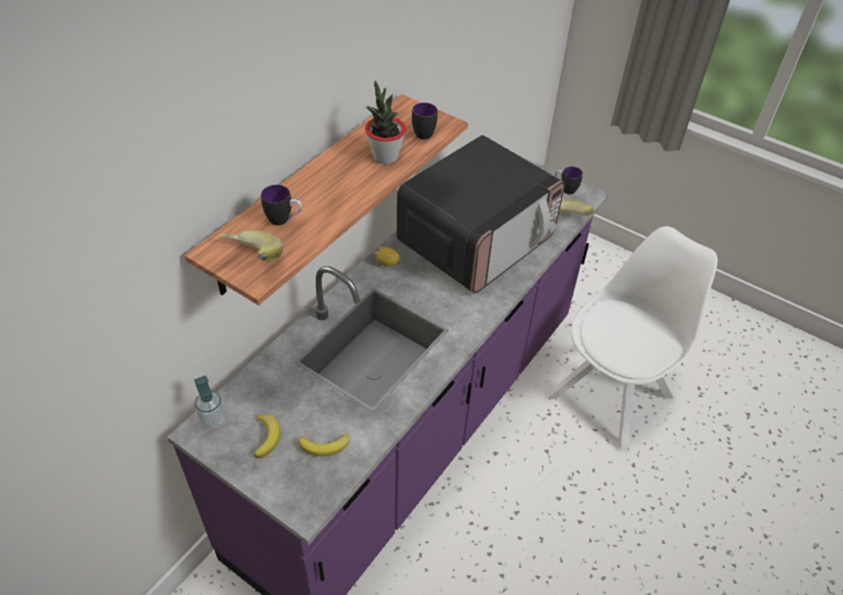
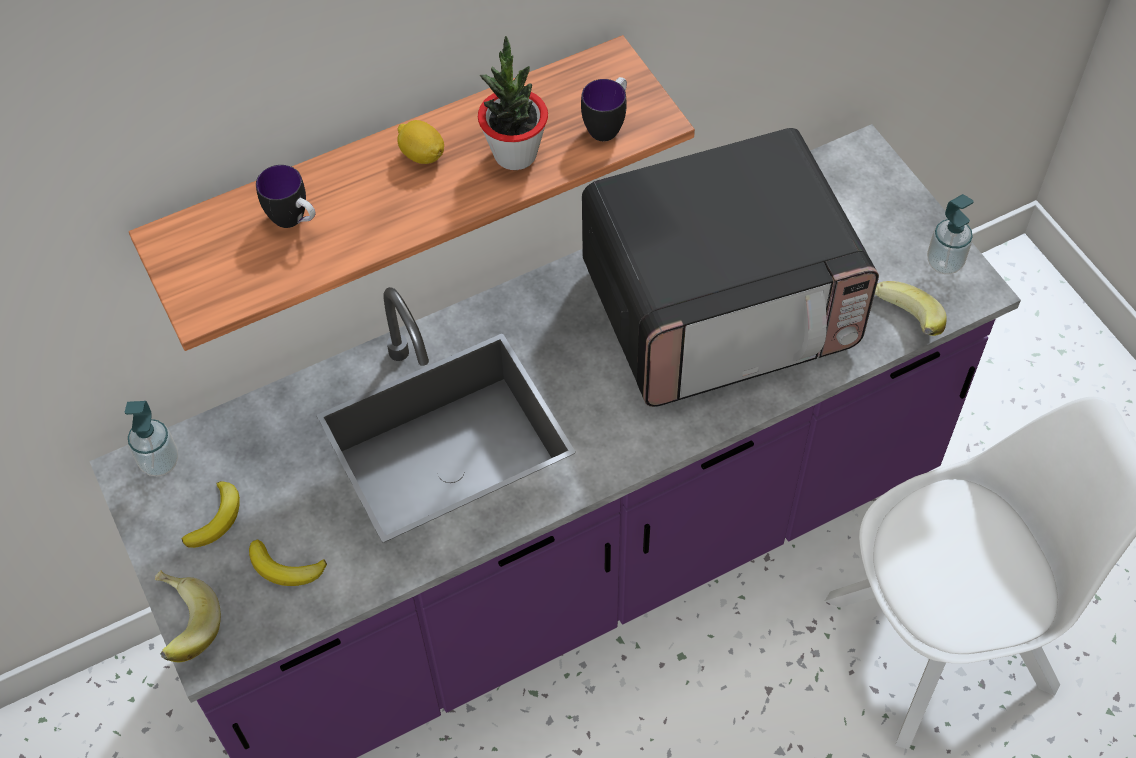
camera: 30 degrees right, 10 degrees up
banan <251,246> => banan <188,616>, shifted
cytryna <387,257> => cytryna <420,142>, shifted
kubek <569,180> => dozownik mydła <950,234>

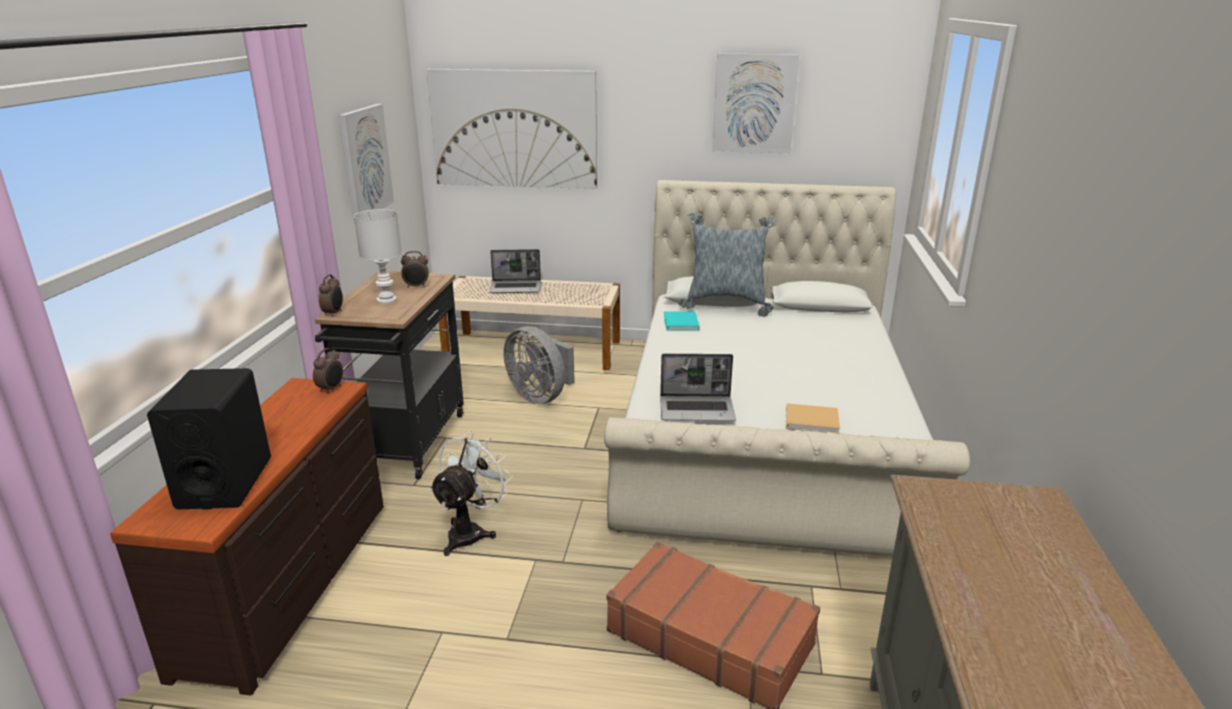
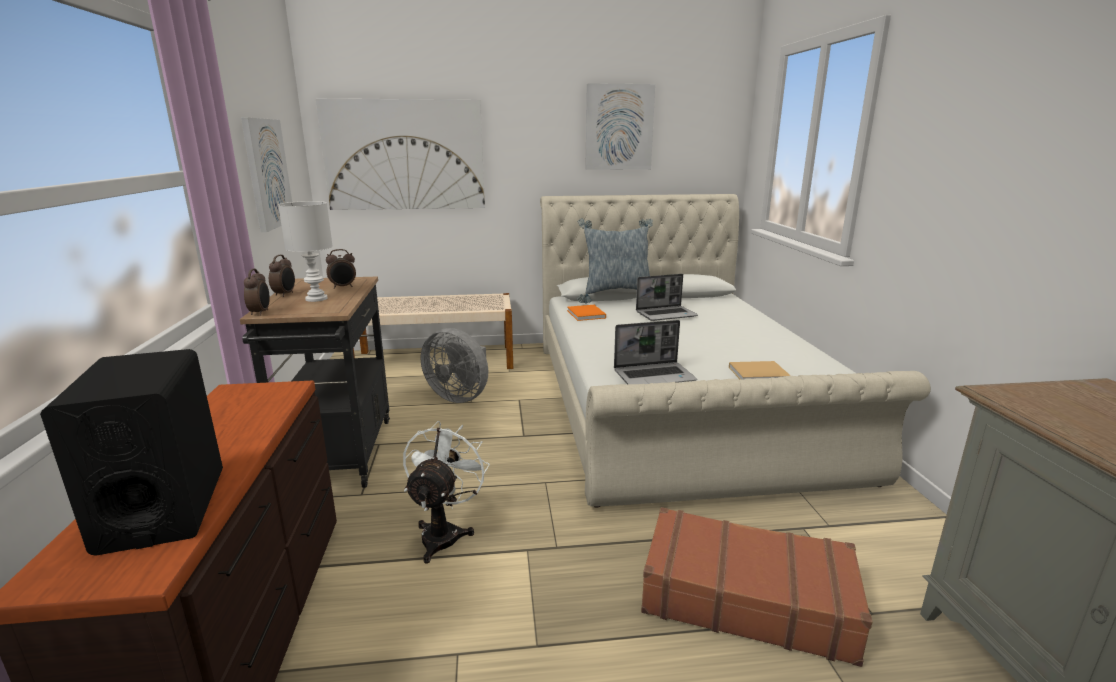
camera: 15 degrees left, 5 degrees down
budzik <328,371> => budzik <282,276>, shifted
laptop <515,271> => laptop <667,297>, shifted
książka [turkusowy] <682,321> => książka [pomarańczowy] <586,313>

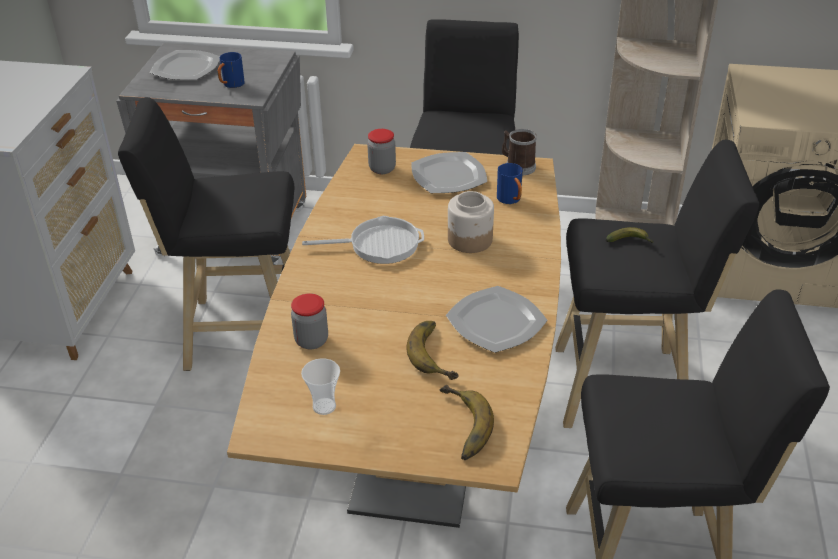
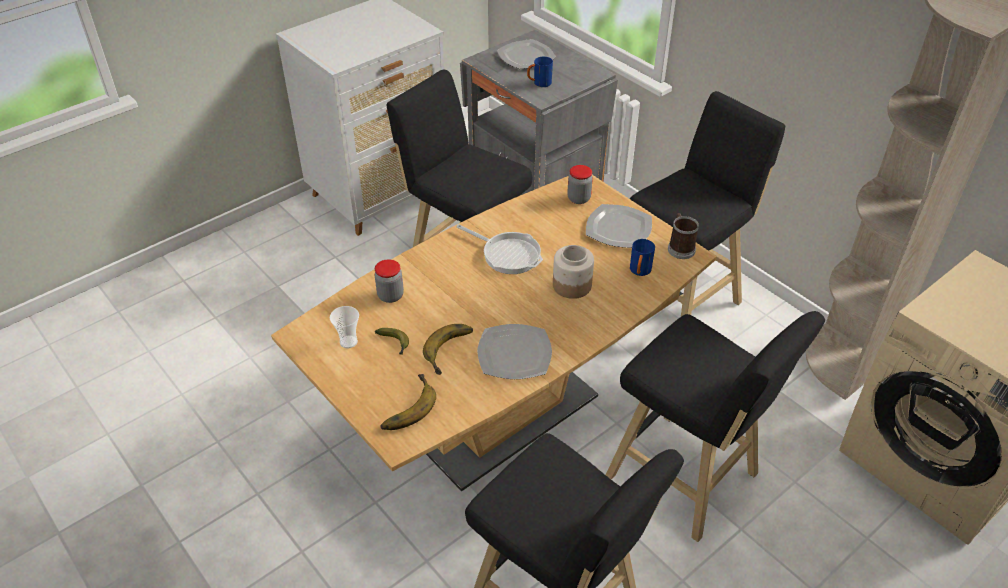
camera: 40 degrees right, 5 degrees up
banan <630,235> => banan <392,341>, shifted

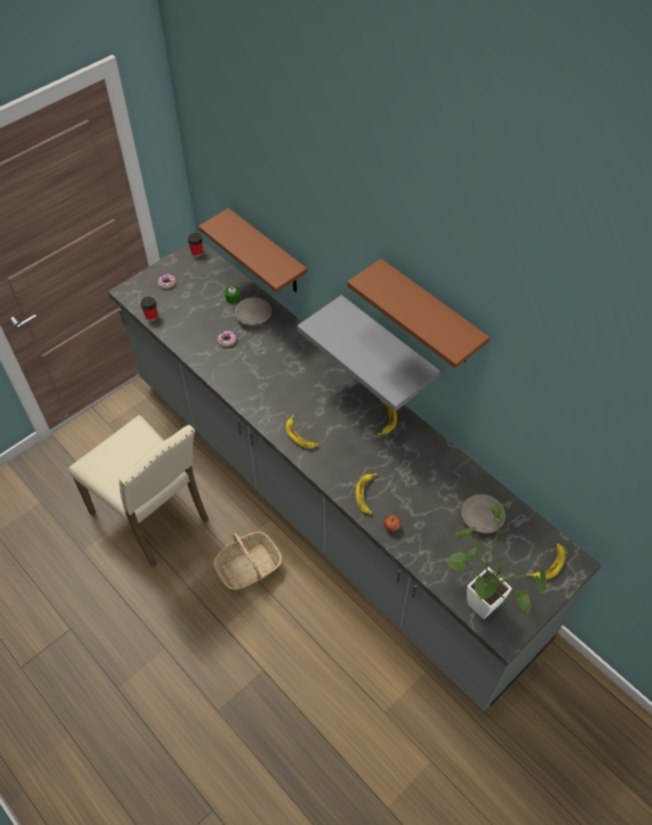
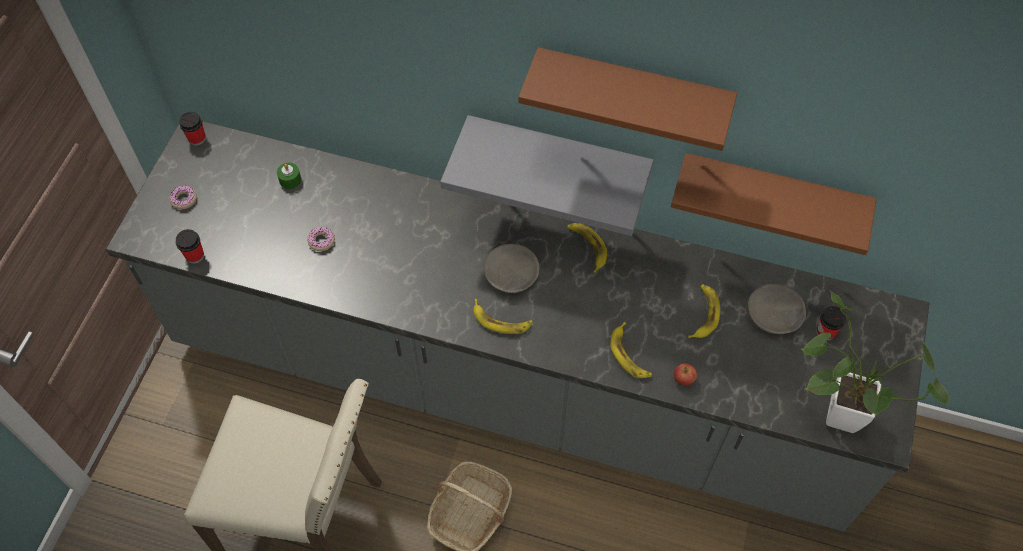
camera: 30 degrees left, 5 degrees up
półka [brązowy] <252,250> => półka [brązowy] <774,204>, shifted
miska [szary] <253,311> => miska [szary] <511,268>, shifted
banan <546,561> => banan <704,311>, shifted
nothing => filiżanka <831,323>

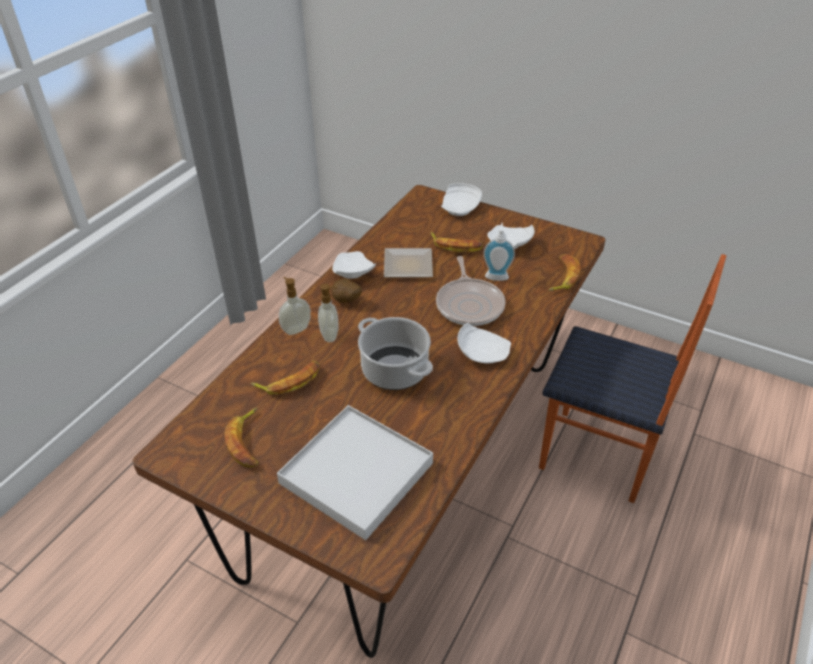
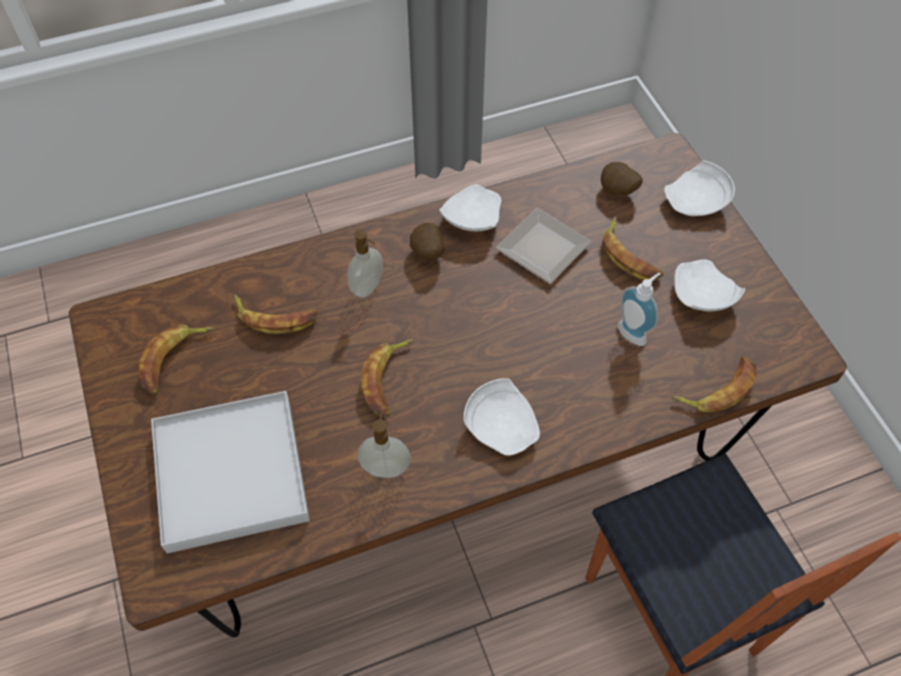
camera: 40 degrees right, 15 degrees up
dozownik mydła <295,306> => dozownik mydła <384,444>, shifted
garnek <395,353> => banan <387,378>
patelnia <470,291> => nothing
nothing => ziemniak <622,178>

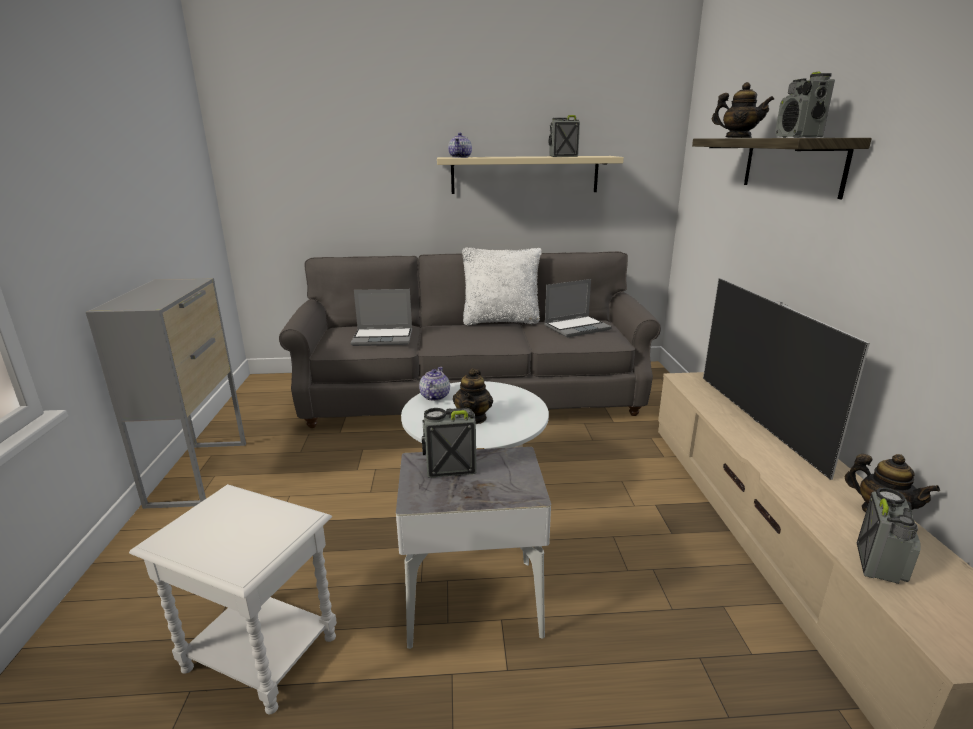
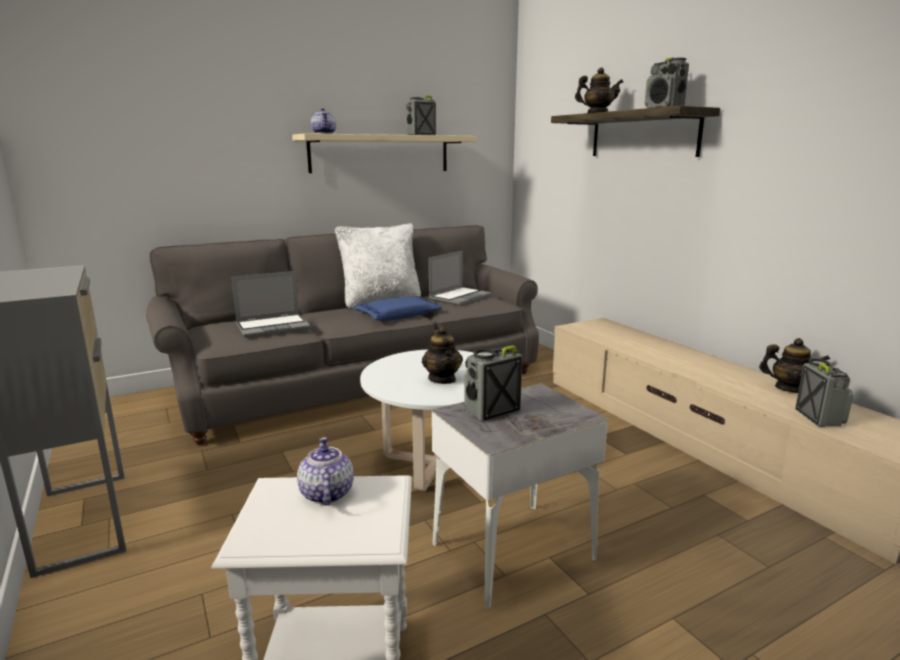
camera: 25 degrees left, 5 degrees down
imbryk <434,384> => imbryk <325,471>, shifted
telewizor <786,379> => nothing
nothing => poduszka [niebieski] <398,308>

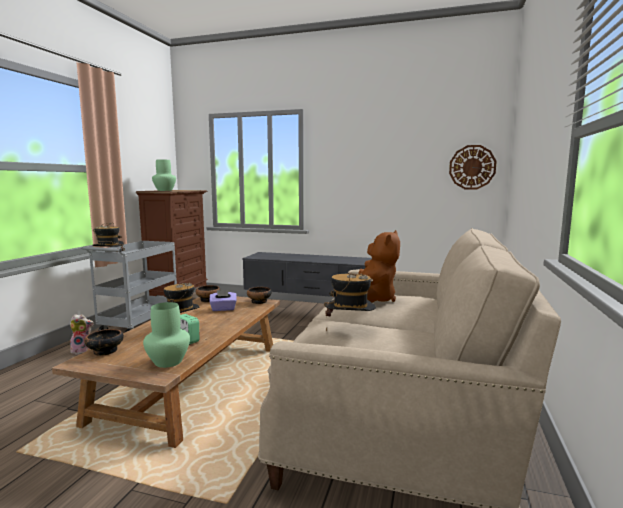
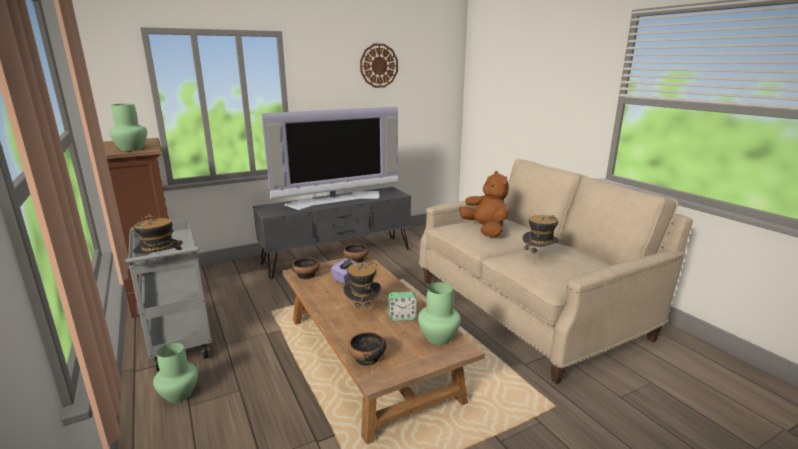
camera: 45 degrees left, 10 degrees up
pluszak <82,334> => wazon [zielony] <175,373>
zegar ścienny <473,167> => zegar ścienny <379,66>, shifted
nothing => telewizor <330,158>

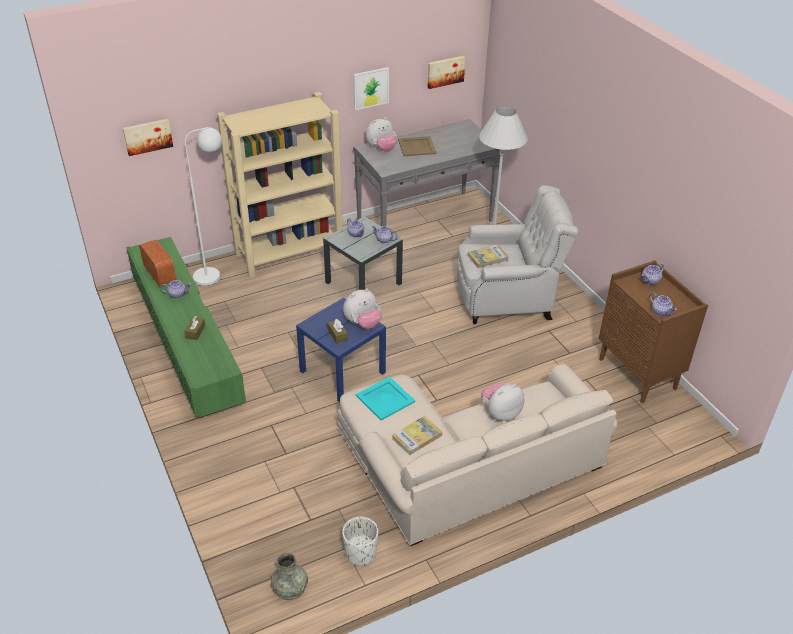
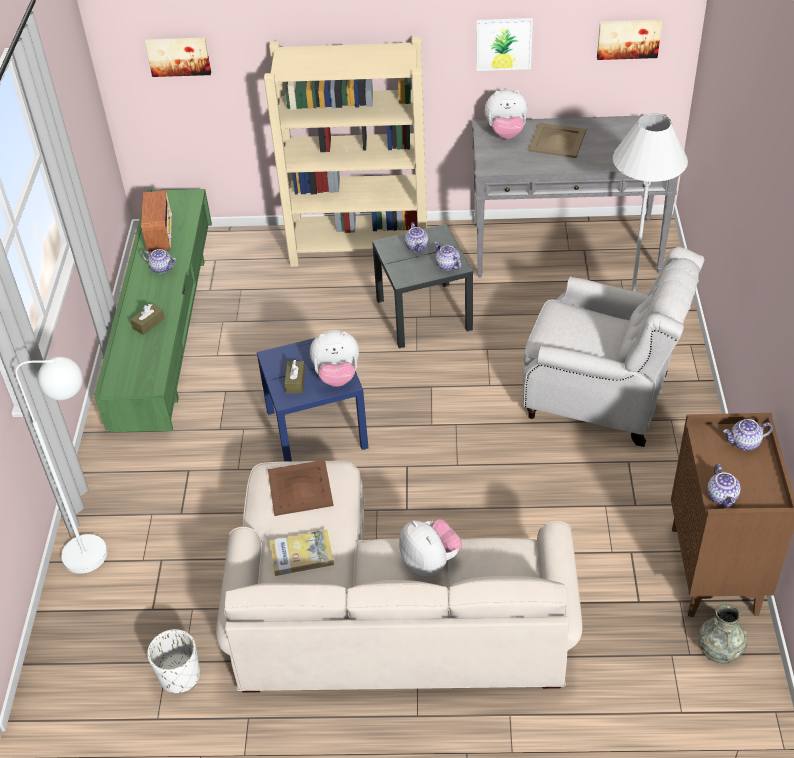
camera: 30 degrees right, 5 degrees up
lampa stojąca [biały] <203,206> => lampa stojąca [biały] <61,465>, shifted
wazon [szary] <289,576> => wazon [szary] <722,634>, shifted
taca [turkusowy] <385,399> => taca [brązowy] <301,488>
książka <488,256> => nothing
pluszak <502,401> => pluszak <430,547>, 60 degrees clockwise

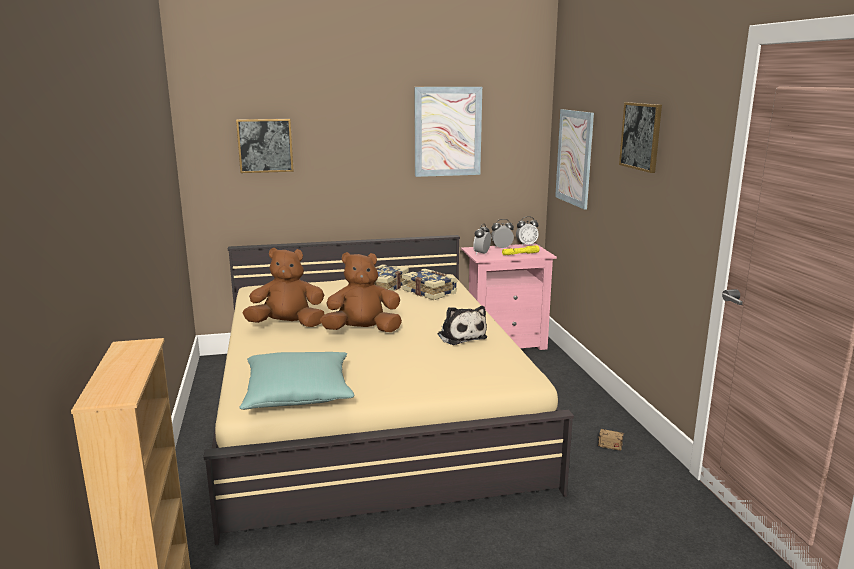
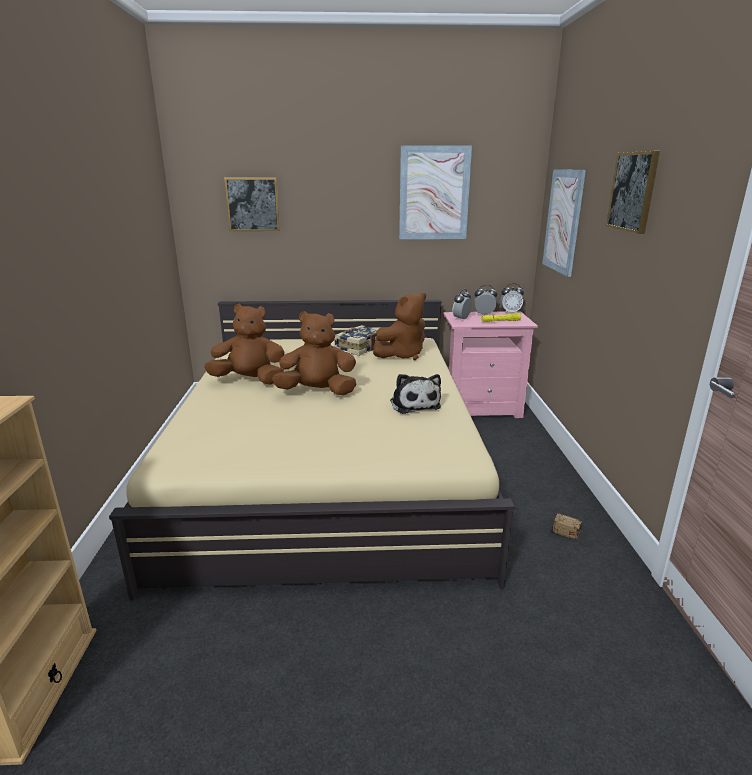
camera: 10 degrees right, 5 degrees up
poduszka [turkusowy] <296,381> => nothing
książka <429,284> => pluszak [brązowy] <399,326>

